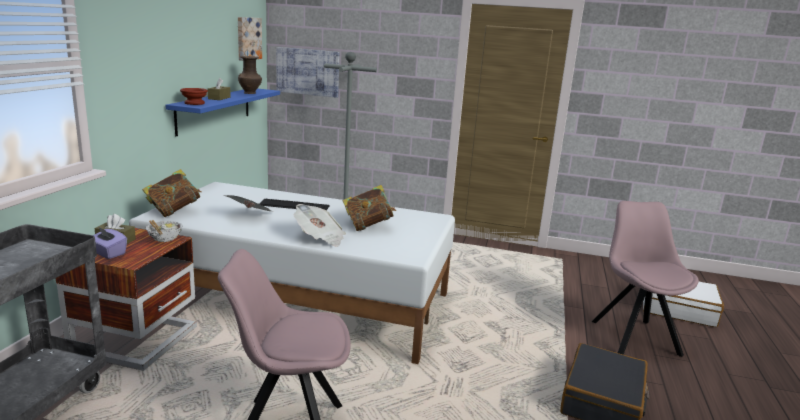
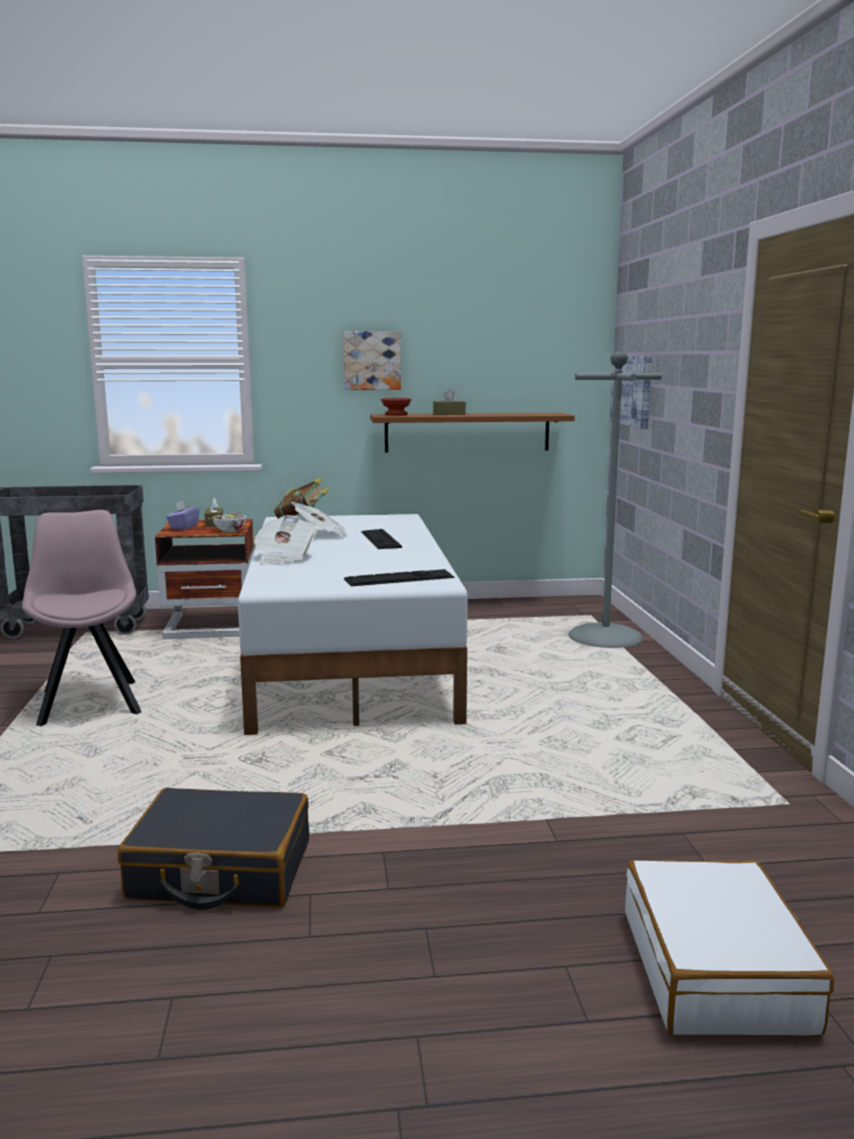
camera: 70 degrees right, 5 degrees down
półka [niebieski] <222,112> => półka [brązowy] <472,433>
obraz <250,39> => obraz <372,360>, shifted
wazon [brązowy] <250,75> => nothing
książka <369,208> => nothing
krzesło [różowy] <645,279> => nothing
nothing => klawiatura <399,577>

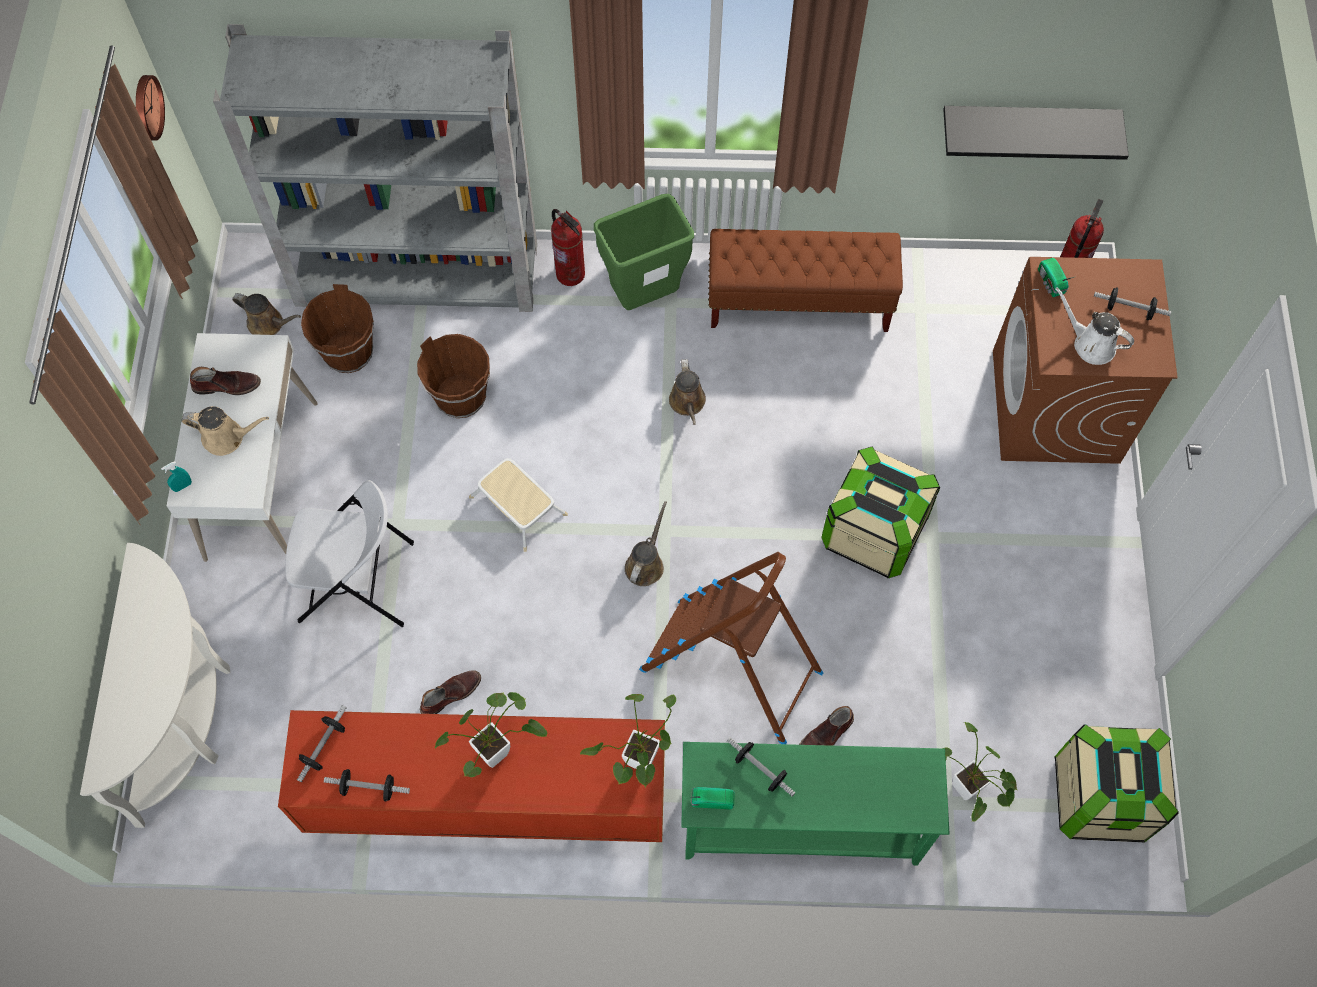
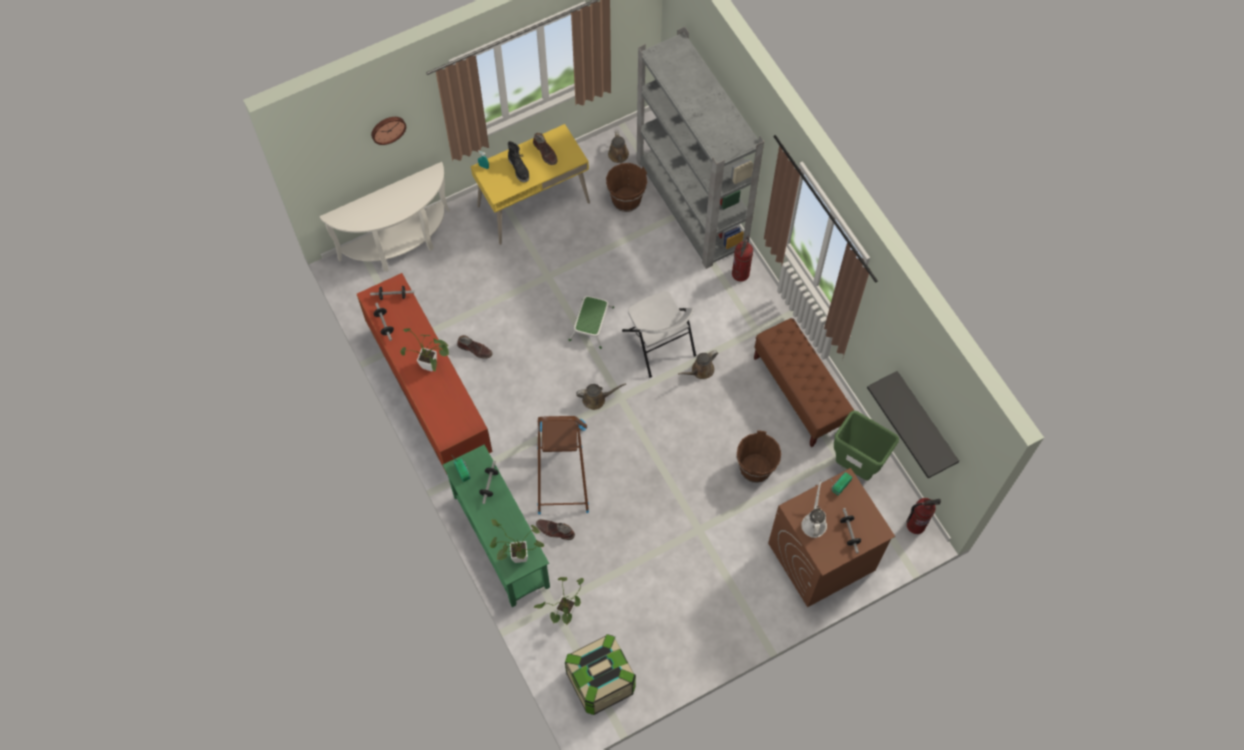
camera: 60 degrees right, 0 degrees up
zegar ścienny <150,108> => zegar ścienny <388,131>, shifted
biurko [biały] <242,447> => biurko [żółty] <530,184>
konewka [beżowy] <225,431> => but z cholewką [czarny] <518,162>
krzesło [biały] <349,553> => krzesło [biały] <659,334>, shifted
wiadro [brązowy] <453,376> => wiadro [brązowy] <758,456>, shifted
drabinka [beżowy] <518,505> => drabinka [zielony] <592,322>
roślina doniczkowa <628,740> => roślina doniczkowa <517,541>, shifted
kosz na śmieci [zielony] <644,252> => kosz na śmieci [zielony] <866,445>, shifted
pojemnik do przechowywania <880,512> => nothing

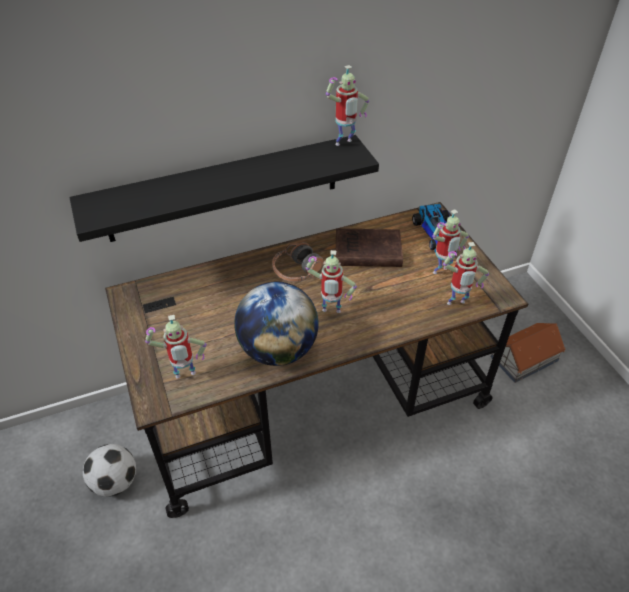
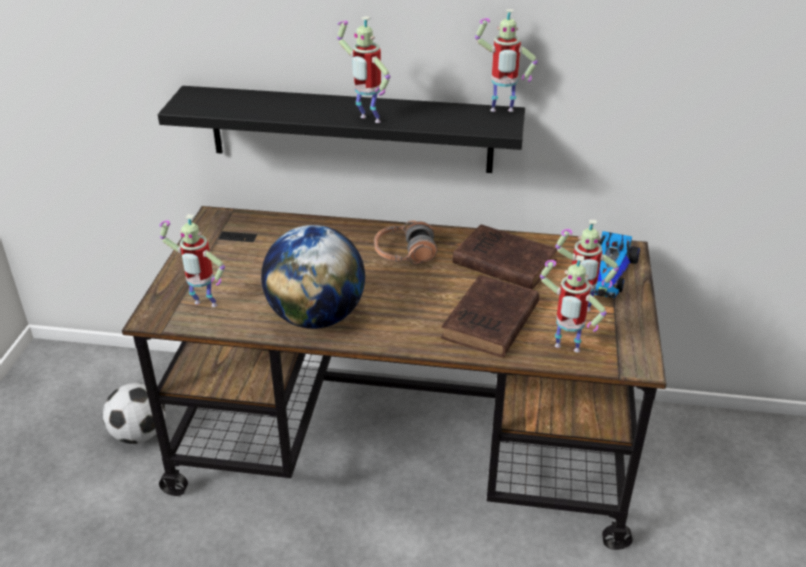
camera: 30 degrees right, 10 degrees down
robot zabawkowy <331,281> => robot zabawkowy <363,69>, shifted
domek <528,353> => nothing
nothing => książka [brązowy] <490,316>

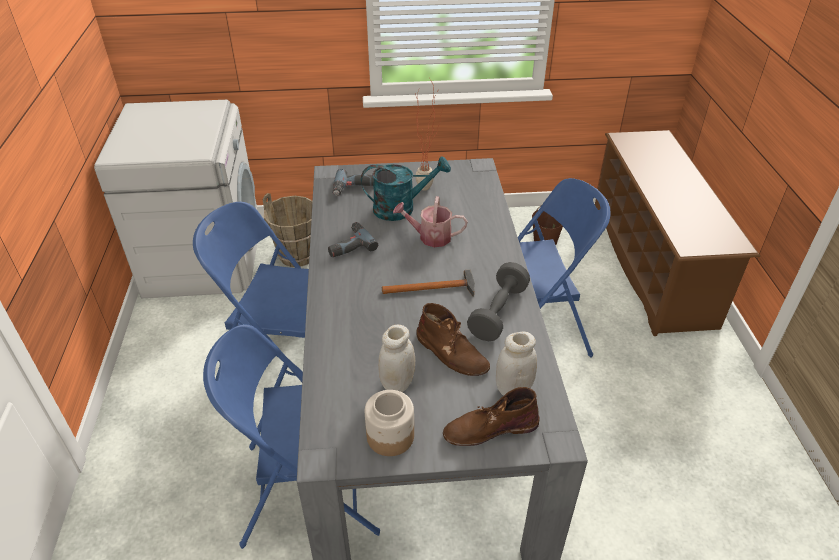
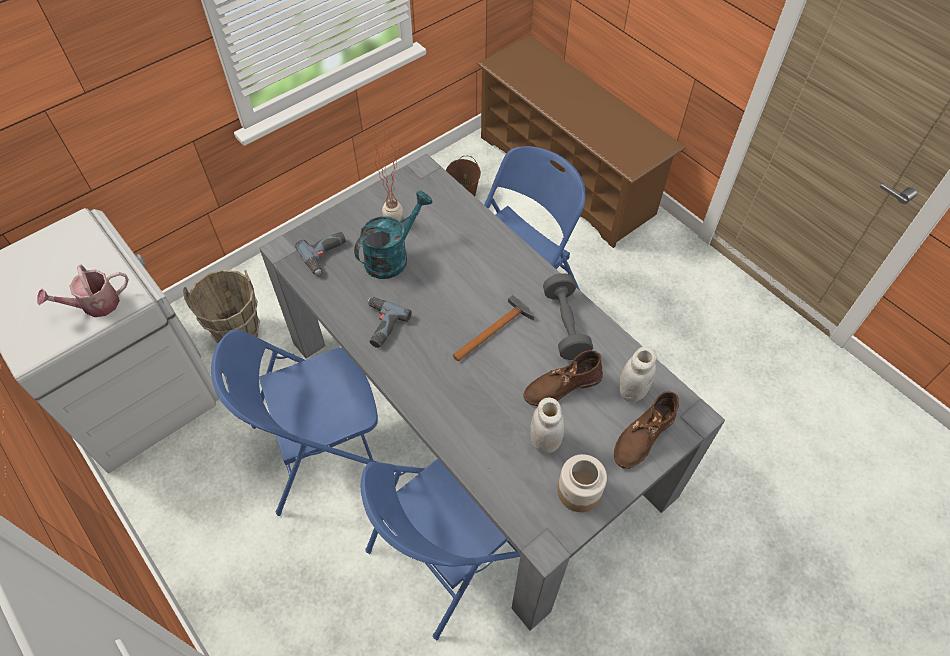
camera: 35 degrees left, 15 degrees up
konewka <430,221> => konewka <83,291>, shifted
but z cholewką [brązowy] <453,339> => but z cholewką [brązowy] <563,378>, 150 degrees clockwise

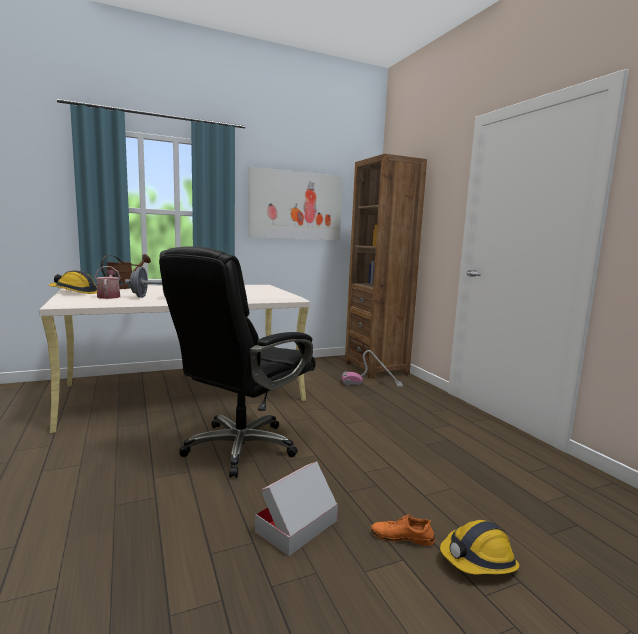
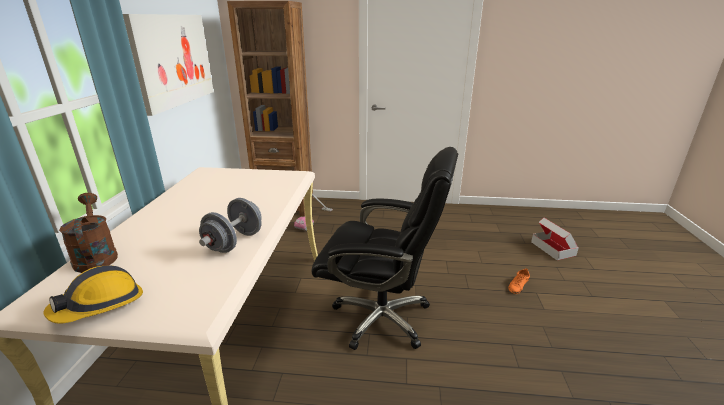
camera: 60 degrees left, 15 degrees up
konewka <108,282> => nothing
krzesło biurowe [czarny] <237,362> => krzesło biurowe [czarny] <385,248>, 45 degrees counterclockwise
karton <296,509> => karton <555,239>, shifted
kask <479,547> => nothing

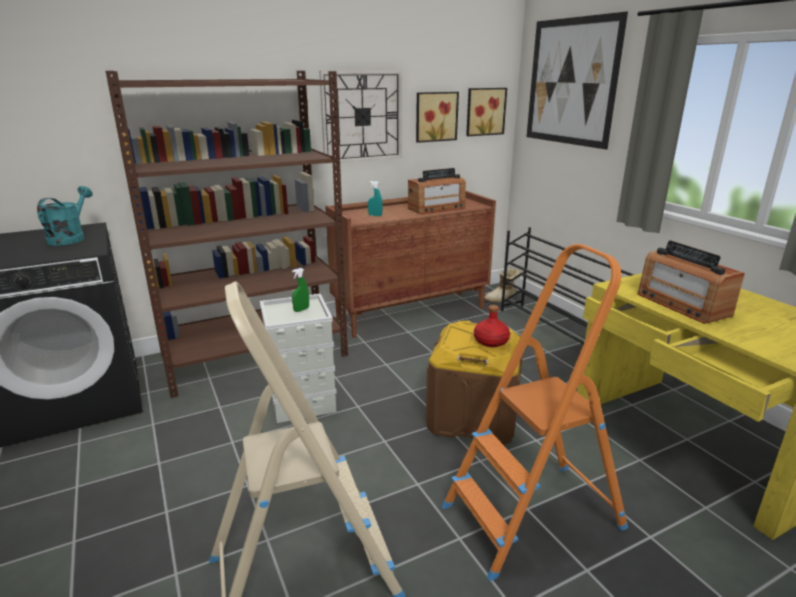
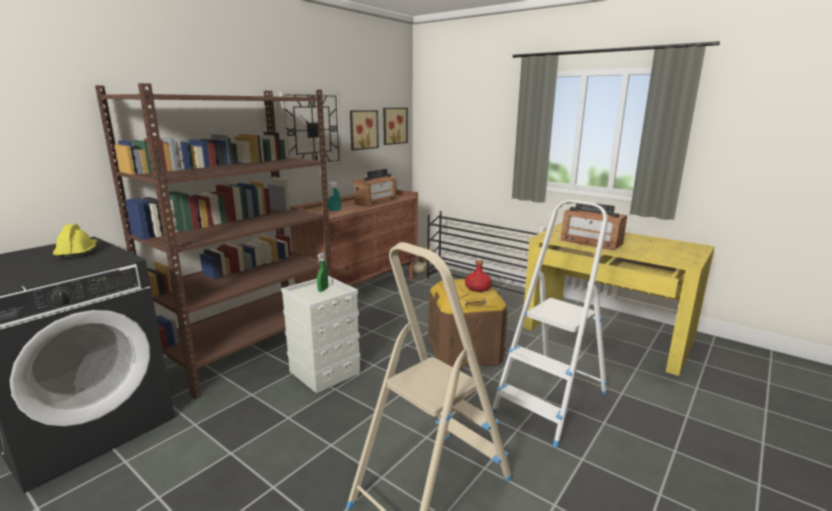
camera: 25 degrees left, 5 degrees down
konewka [turkusowy] <65,216> => kask [żółty] <75,241>
drabinka [pomarańczowy] <535,412> => drabinka [biały] <550,324>
obraz <577,81> => nothing

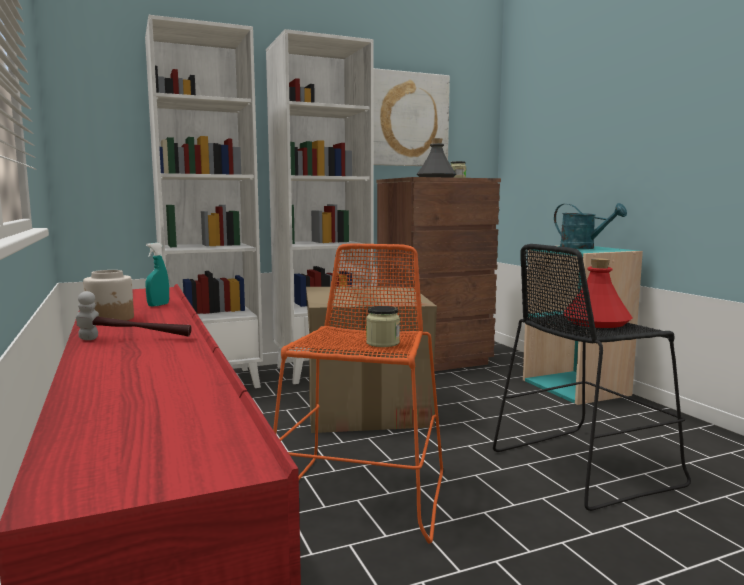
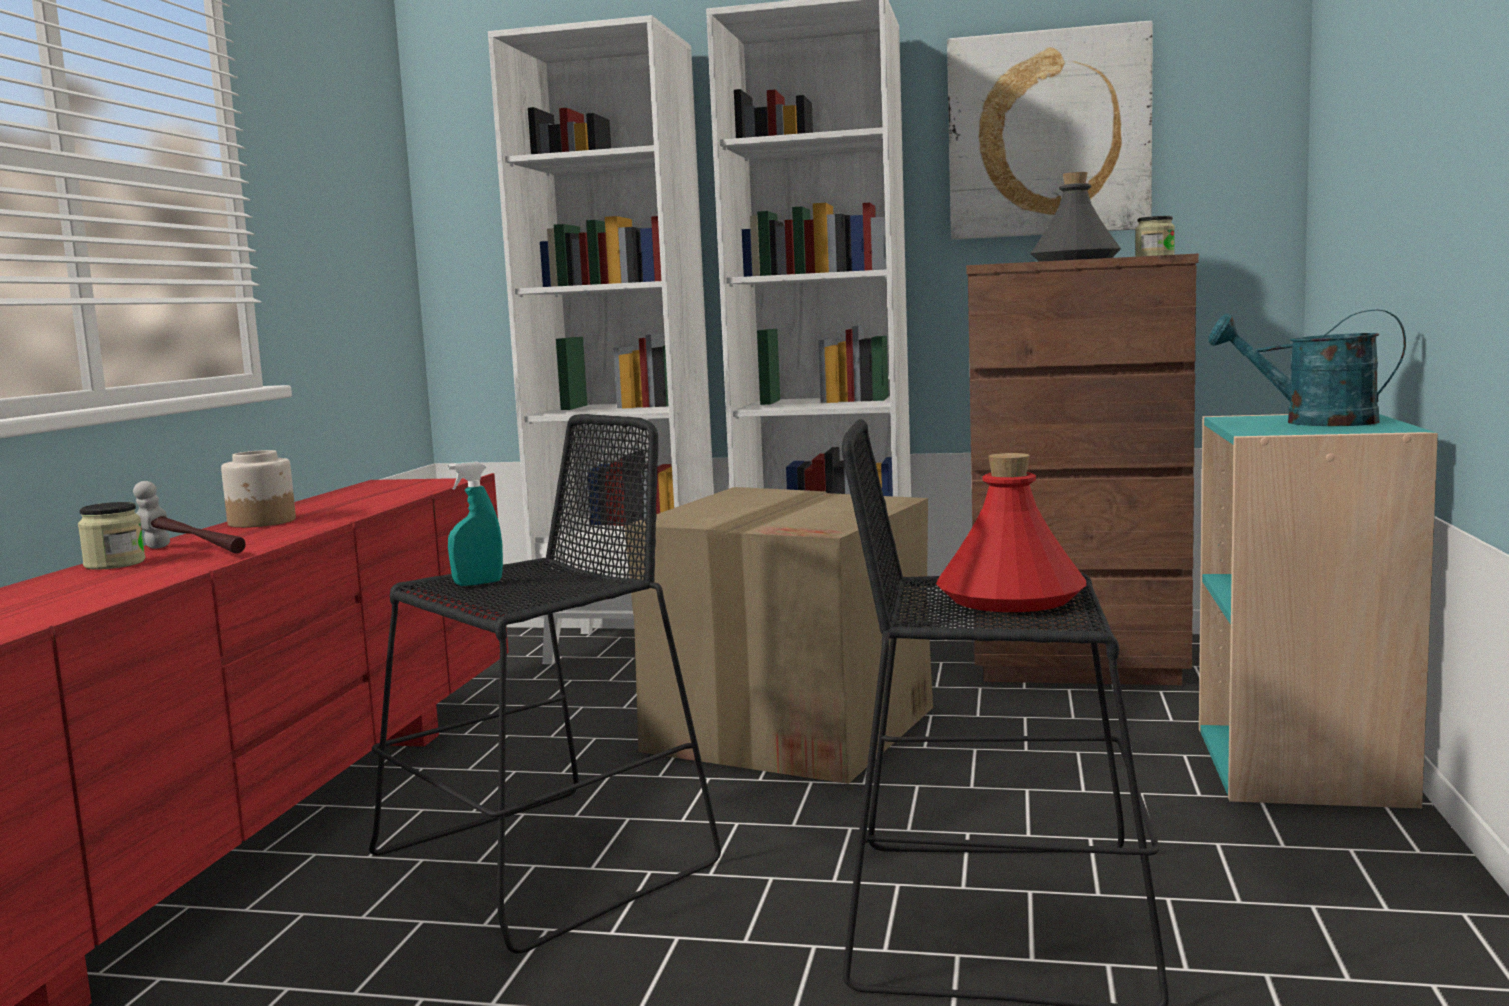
camera: 35 degrees right, 0 degrees up
spryskiwacz [turkusowy] <157,275> => spryskiwacz [turkusowy] <475,524>, shifted
stołek [pomarańczowy] <358,393> => stołek [czarny] <545,683>
słoik <383,326> => słoik <112,535>, shifted
konewka [turkusowy] <590,226> => konewka [turkusowy] <1307,368>, 120 degrees clockwise

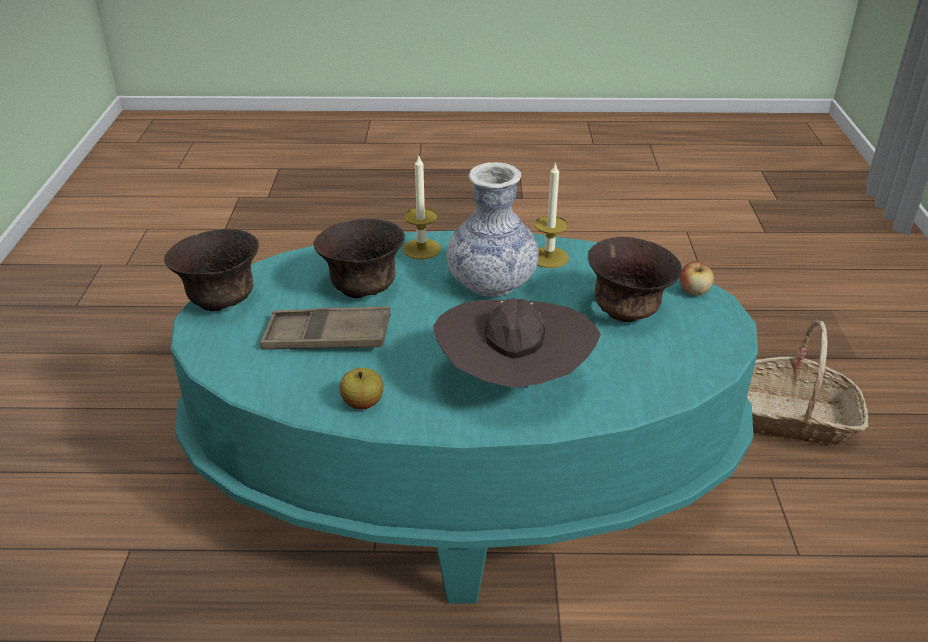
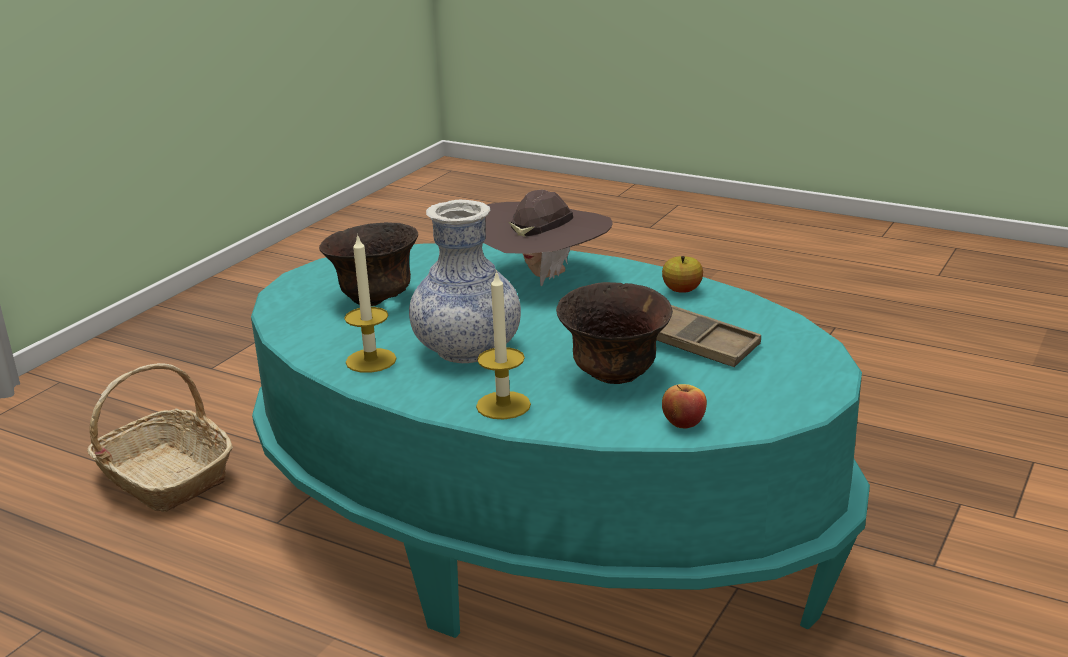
camera: 150 degrees left, 10 degrees down
miska [brązowy] <211,270> => nothing
jabłko <697,278> => jabłko <684,406>, shifted

